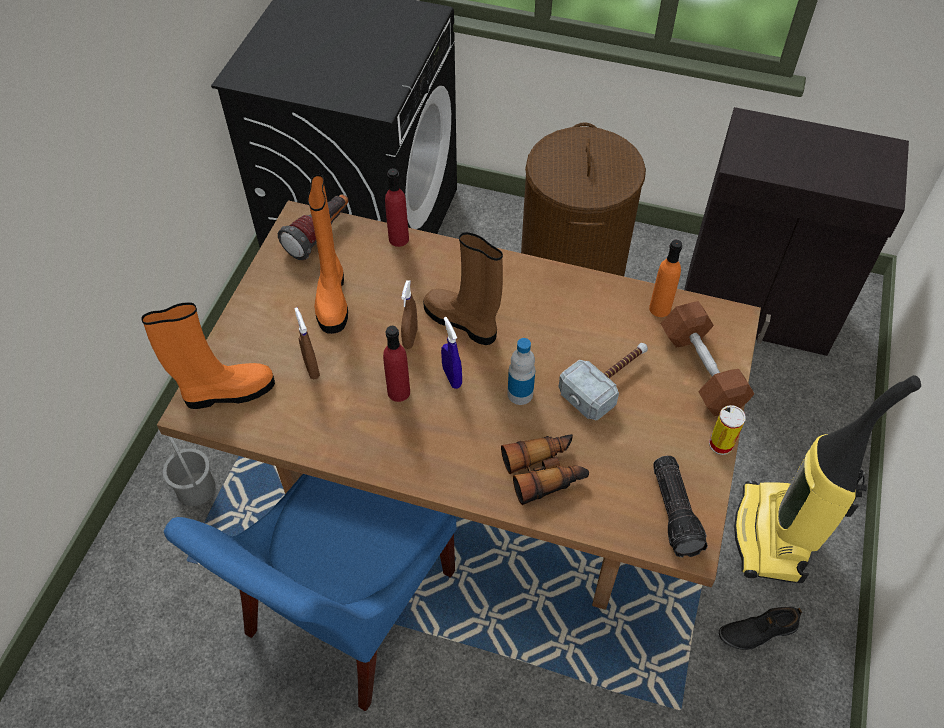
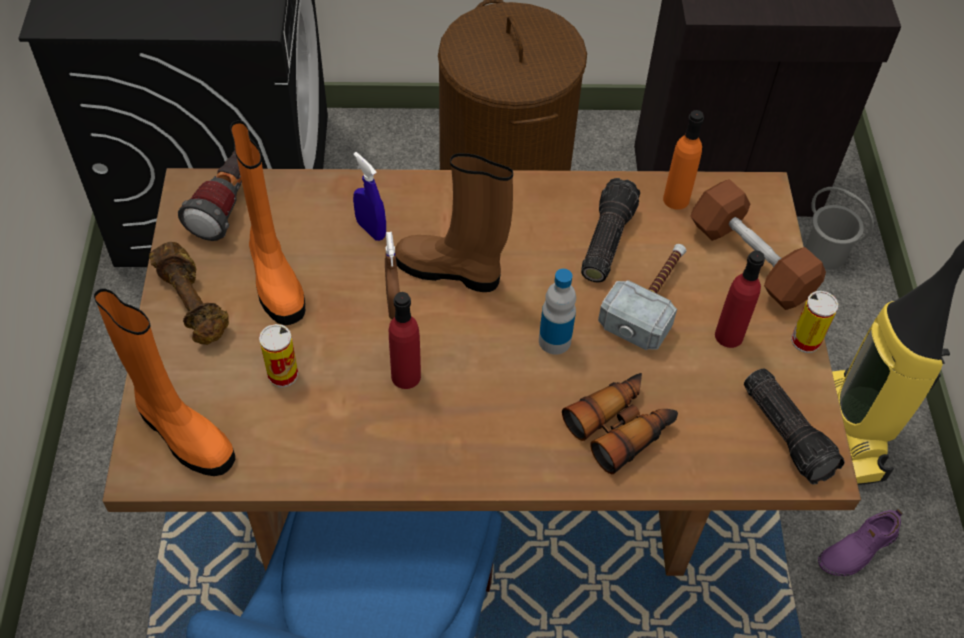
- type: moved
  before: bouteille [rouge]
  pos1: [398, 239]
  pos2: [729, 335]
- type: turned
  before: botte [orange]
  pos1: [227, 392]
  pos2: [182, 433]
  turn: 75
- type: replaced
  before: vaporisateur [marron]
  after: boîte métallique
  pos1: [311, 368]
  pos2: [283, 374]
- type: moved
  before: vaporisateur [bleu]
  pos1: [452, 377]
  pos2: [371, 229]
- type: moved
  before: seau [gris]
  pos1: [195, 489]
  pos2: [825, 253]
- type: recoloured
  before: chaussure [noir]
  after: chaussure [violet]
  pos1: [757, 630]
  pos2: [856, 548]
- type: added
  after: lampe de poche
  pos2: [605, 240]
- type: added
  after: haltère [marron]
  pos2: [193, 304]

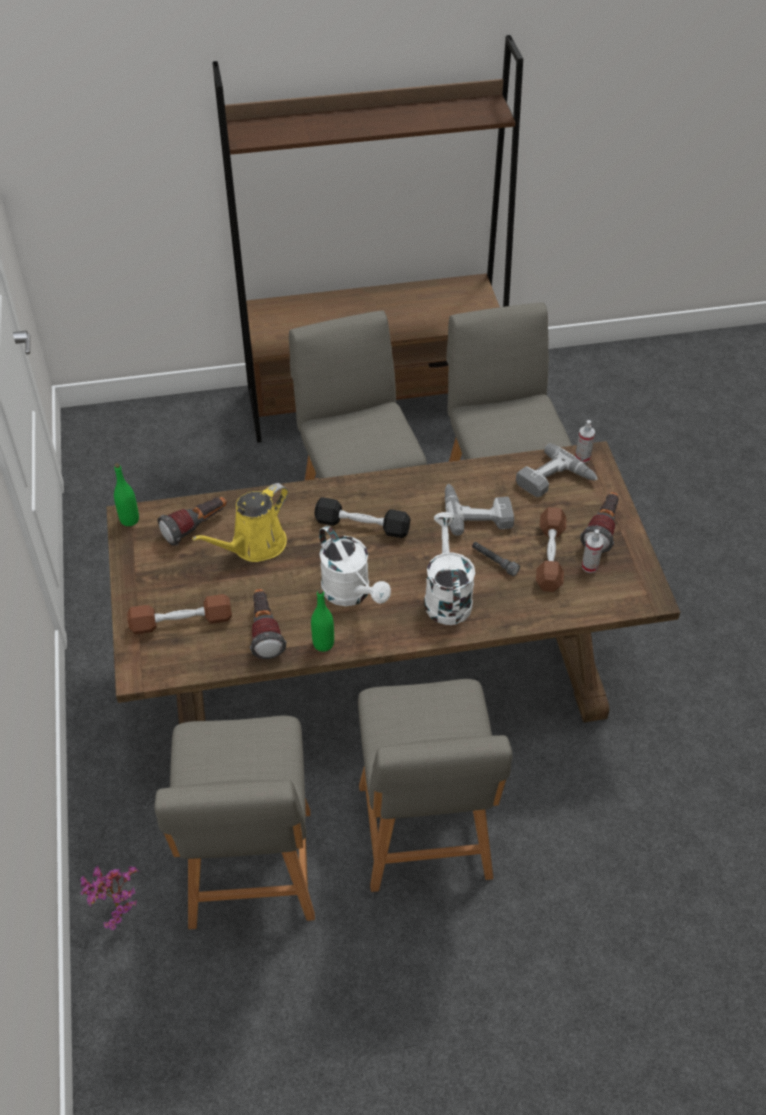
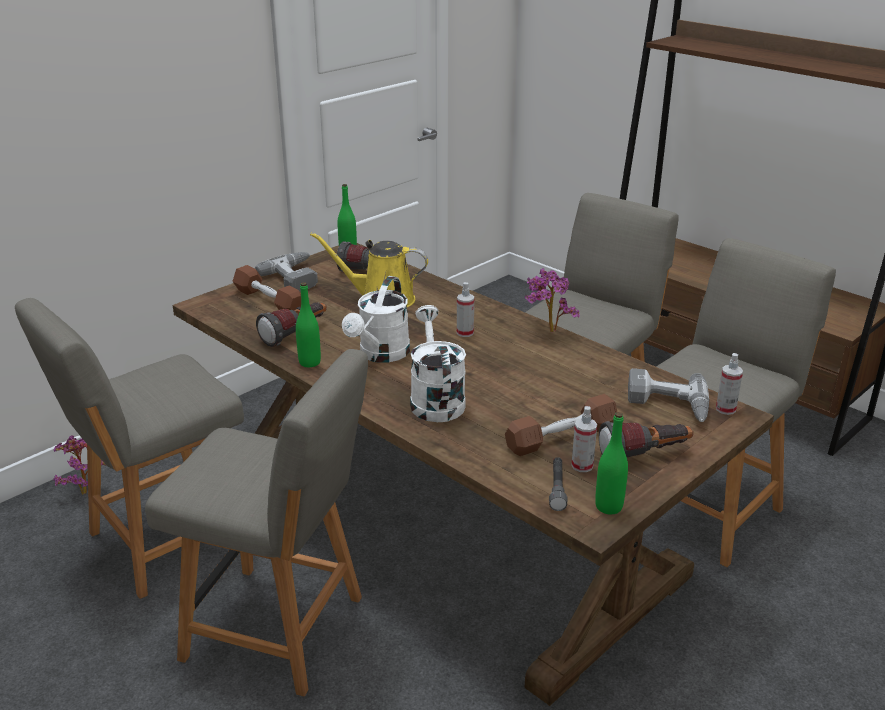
- type: moved
  before: perceuse
  pos1: [476, 512]
  pos2: [297, 277]
- type: replaced
  before: haltère [noir]
  after: vaporisateur
  pos1: [362, 525]
  pos2: [465, 333]
- type: turned
  before: arrosoir [blanc]
  pos1: [446, 596]
  pos2: [435, 399]
  turn: -60
- type: moved
  before: lampe de poche [gris]
  pos1: [494, 561]
  pos2: [557, 489]
- type: turned
  before: chaise [gris]
  pos1: [425, 837]
  pos2: [280, 629]
  turn: -120
- type: added
  after: plante en pot
  pos2: [547, 332]
- type: added
  after: bouteille [vert]
  pos2: [608, 506]

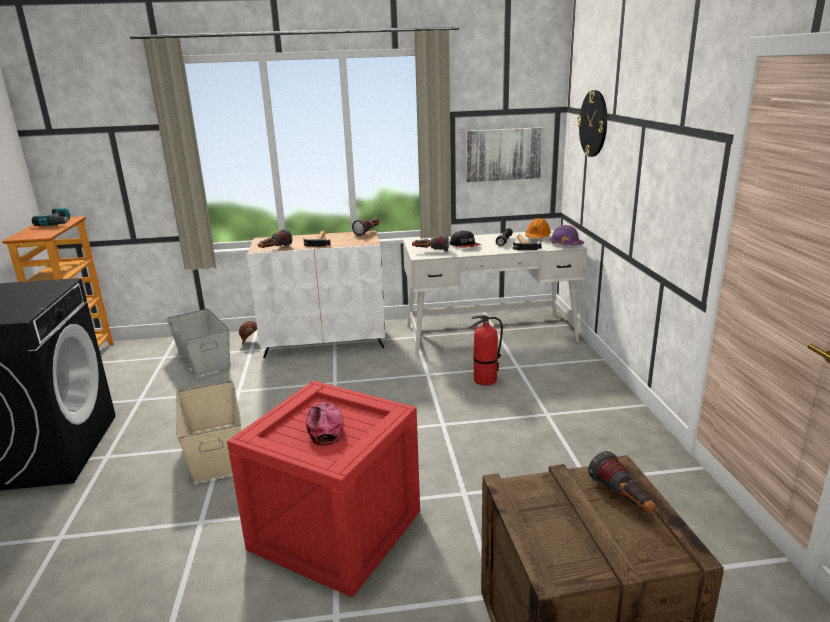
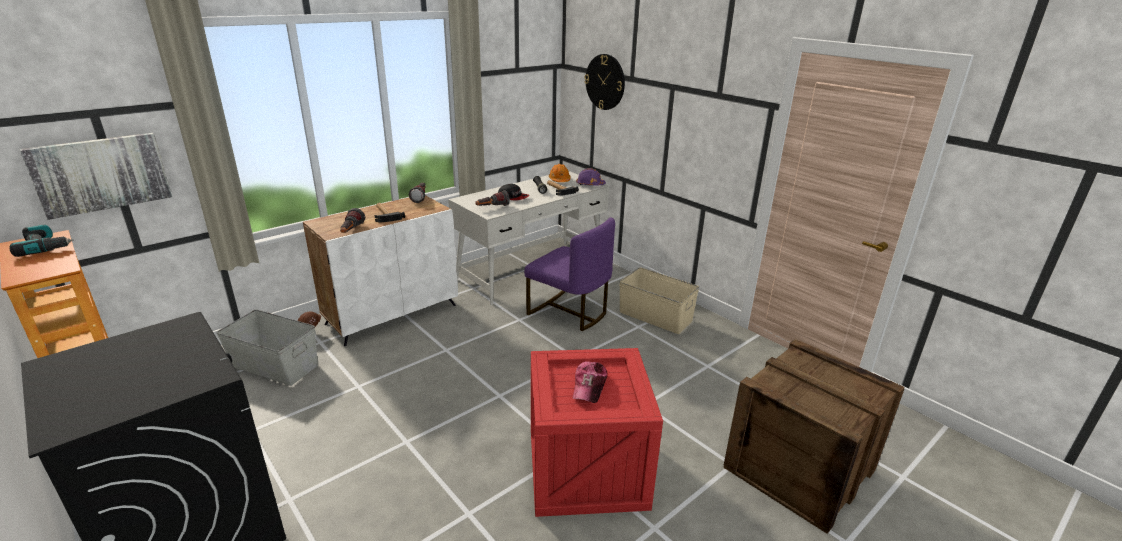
- type: moved
  before: tableau
  pos1: [503, 154]
  pos2: [101, 174]
- type: replaced
  before: extincteur
  after: chaise [violet]
  pos1: [485, 380]
  pos2: [569, 312]
- type: moved
  before: boîte de rangement [beige]
  pos1: [216, 450]
  pos2: [655, 316]
- type: turned
  before: casquette
  pos1: [325, 427]
  pos2: [589, 386]
  turn: -120
- type: removed
  before: lampe de poche
  pos1: [622, 499]

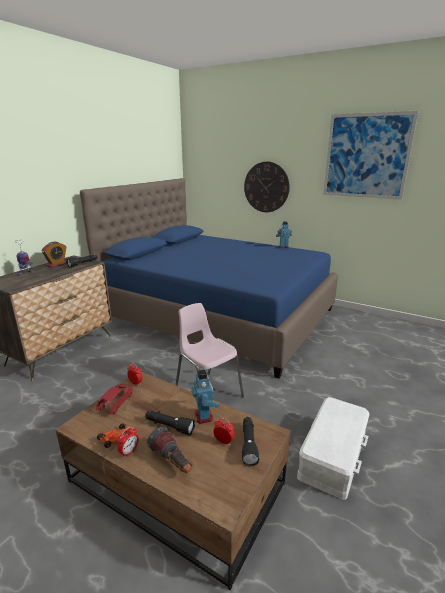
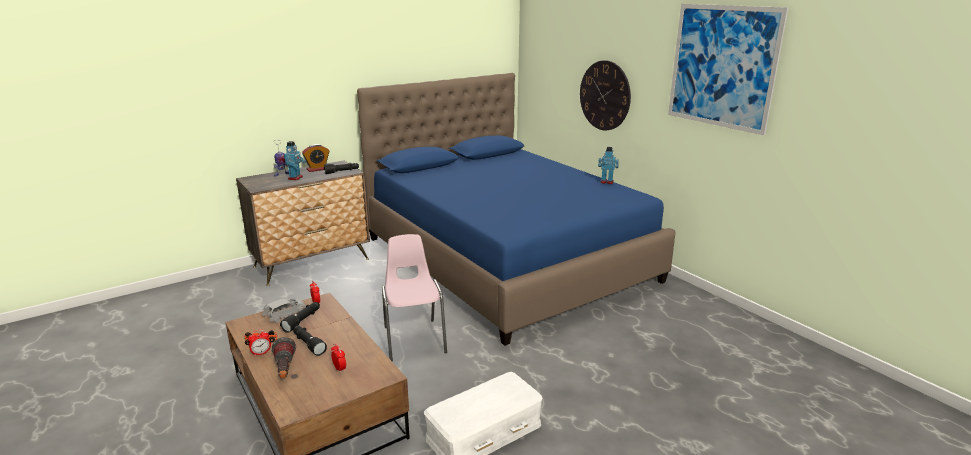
- type: moved
  before: robot jouet
  pos1: [204, 416]
  pos2: [296, 178]
- type: recoloured
  before: petite voiture [rouge]
  after: petite voiture [gris]
  pos1: [116, 403]
  pos2: [285, 315]
- type: moved
  before: lampe de poche [noir]
  pos1: [248, 444]
  pos2: [302, 321]

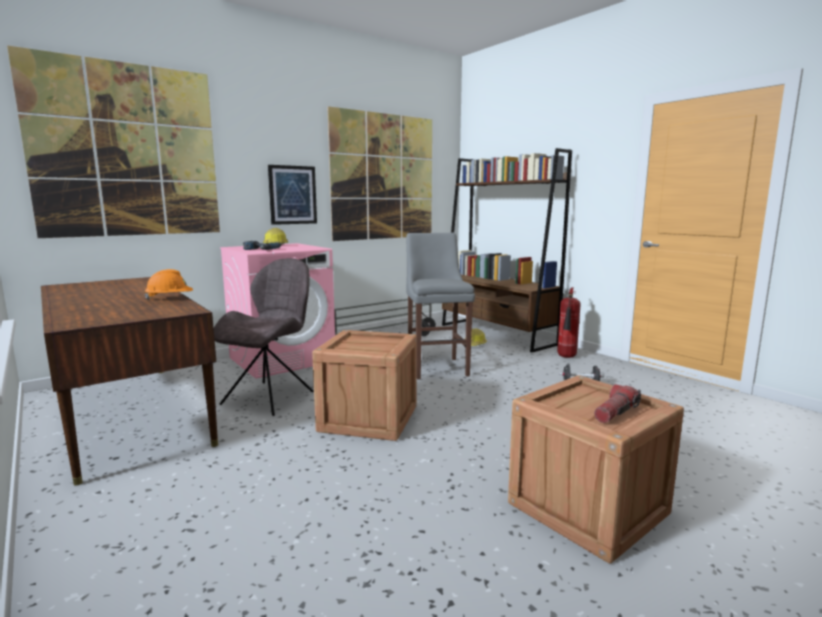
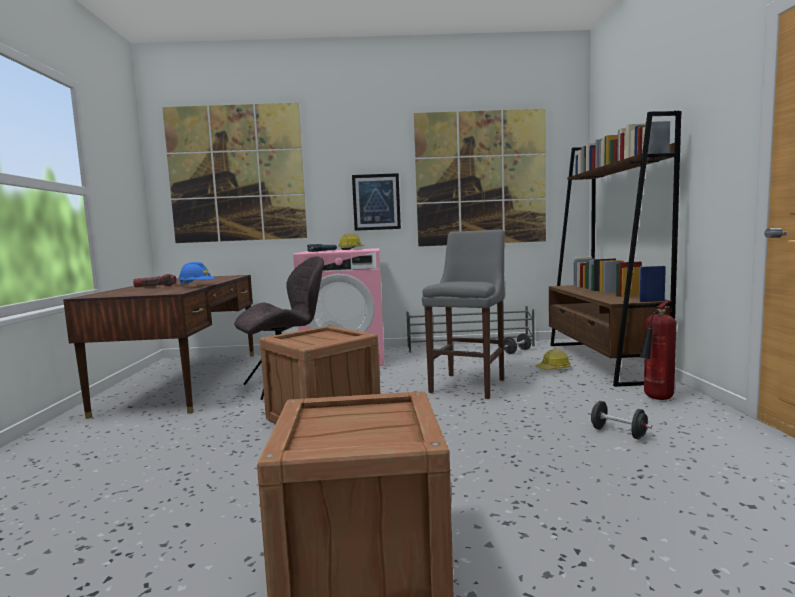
- type: recoloured
  before: casque de chantier [orange]
  after: casque de chantier [bleu]
  pos1: [170, 299]
  pos2: [197, 286]
- type: moved
  before: lampe de poche
  pos1: [615, 413]
  pos2: [155, 286]

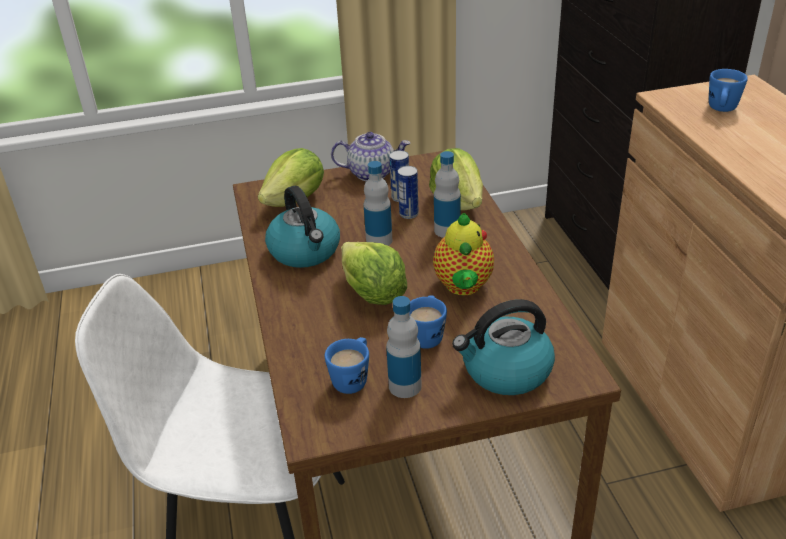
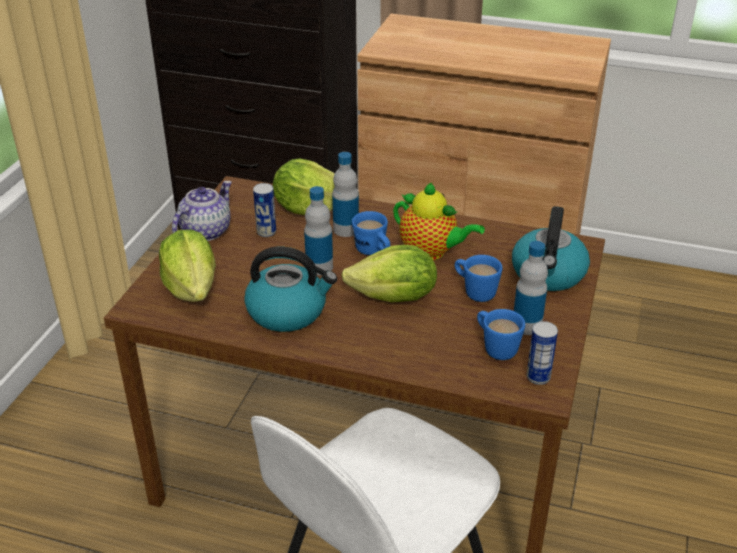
- type: moved
  before: mug [bleu]
  pos1: [721, 110]
  pos2: [373, 252]
- type: moved
  before: boîte métallique
  pos1: [408, 214]
  pos2: [538, 377]

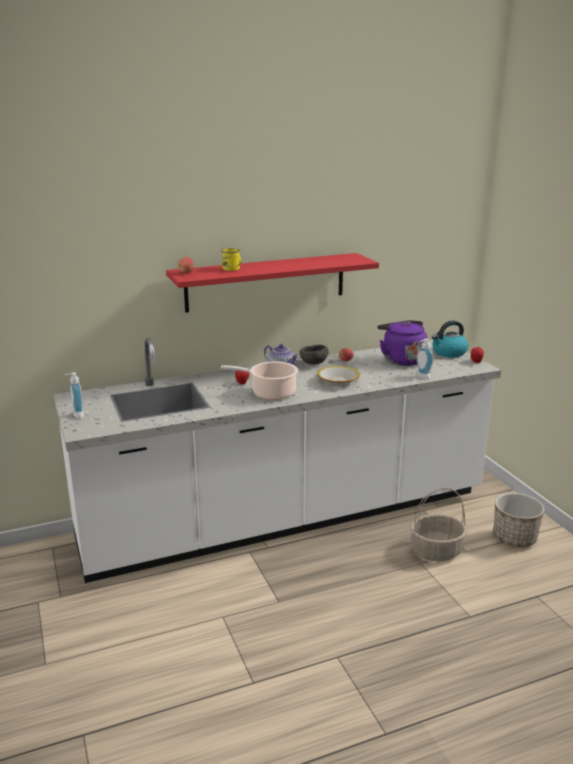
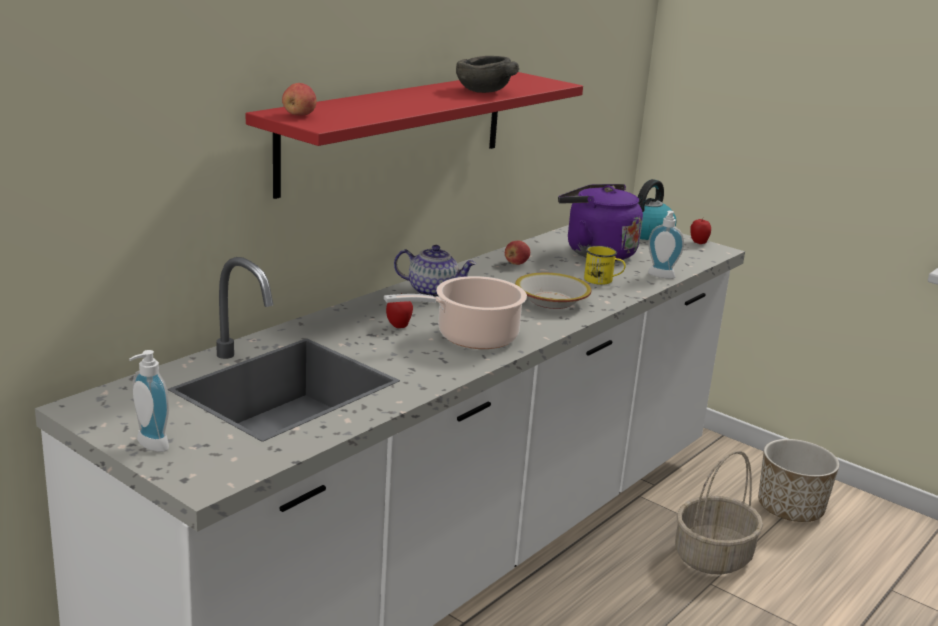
- type: moved
  before: mug [jaune]
  pos1: [233, 269]
  pos2: [603, 280]
- type: moved
  before: bol [gris]
  pos1: [313, 363]
  pos2: [483, 91]

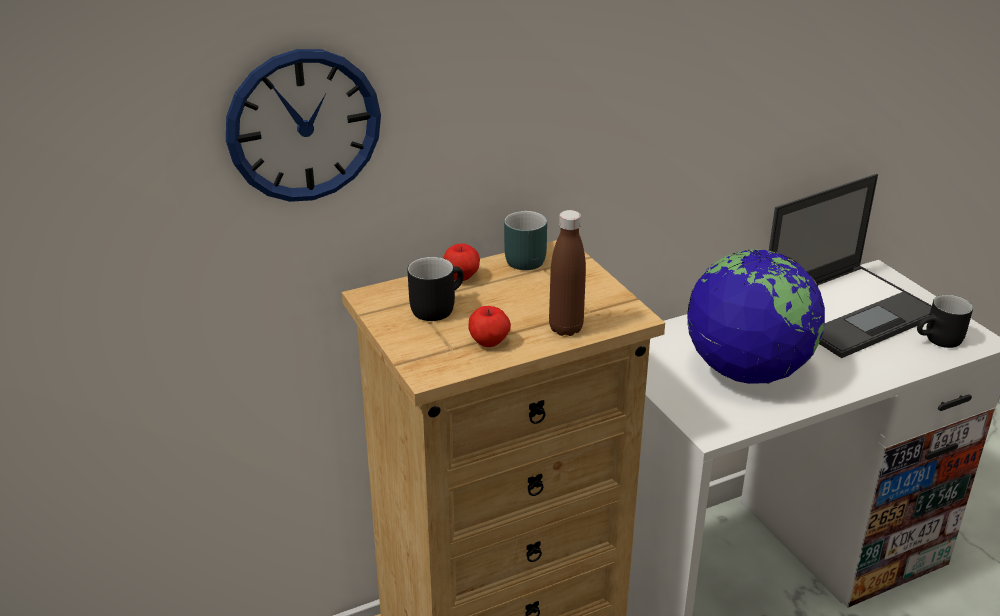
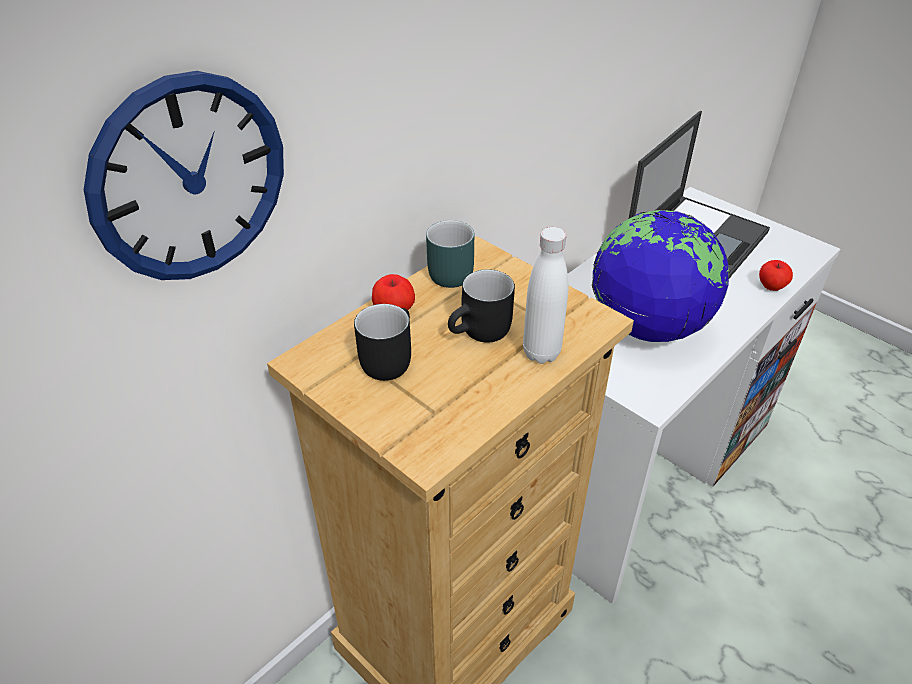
- type: recoloured
  before: bouteille [marron]
  after: bouteille [blanc]
  pos1: [565, 328]
  pos2: [541, 353]
- type: moved
  before: mug [noir]
  pos1: [940, 341]
  pos2: [482, 334]
- type: moved
  before: pomme
  pos1: [489, 342]
  pos2: [771, 286]

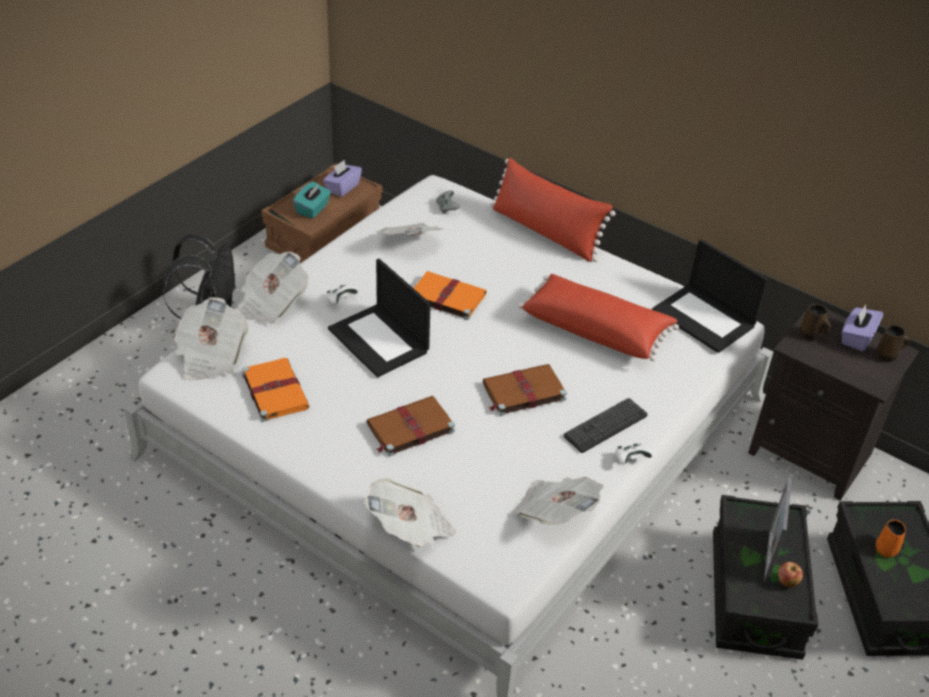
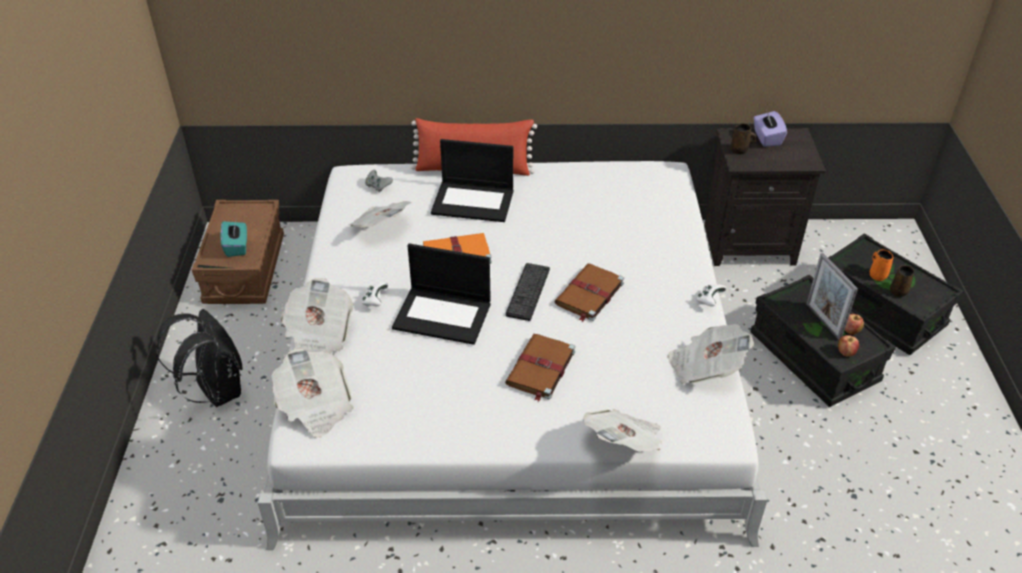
- type: removed
  before: boîte à mouchoirs [violet]
  pos1: [342, 188]
- type: moved
  before: ordinateur portable
  pos1: [705, 318]
  pos2: [474, 201]
- type: removed
  before: coussin [rouge]
  pos1: [596, 329]
- type: moved
  before: mug [marron]
  pos1: [887, 356]
  pos2: [899, 291]
- type: removed
  before: livre [orange]
  pos1: [274, 390]
- type: moved
  before: clavier
  pos1: [605, 426]
  pos2: [528, 292]
- type: added
  after: pomme
  pos2: [845, 353]

